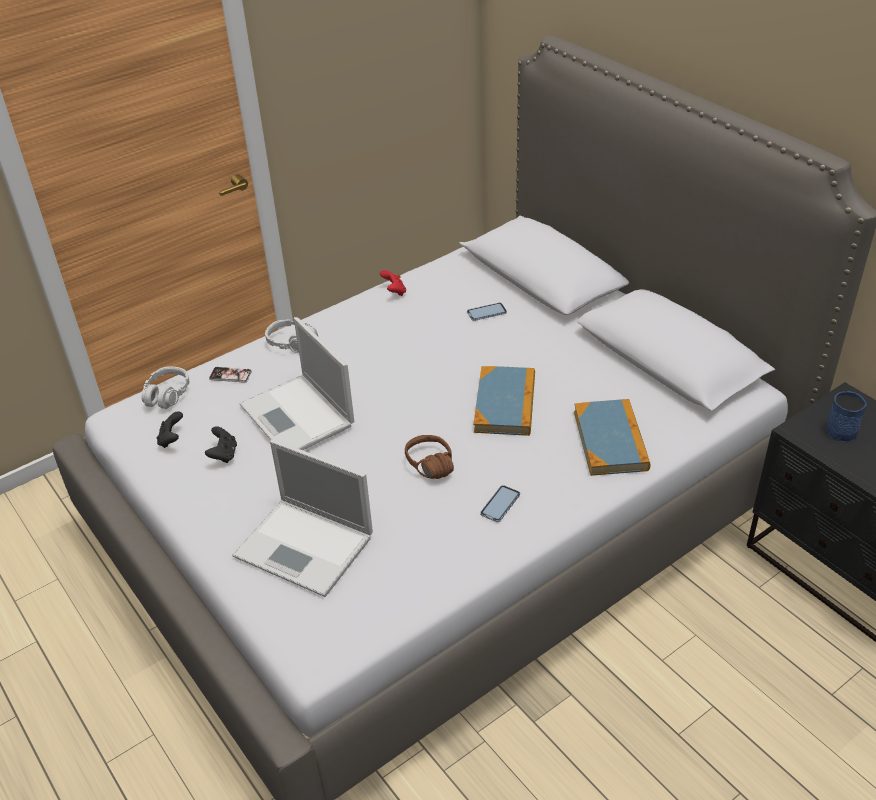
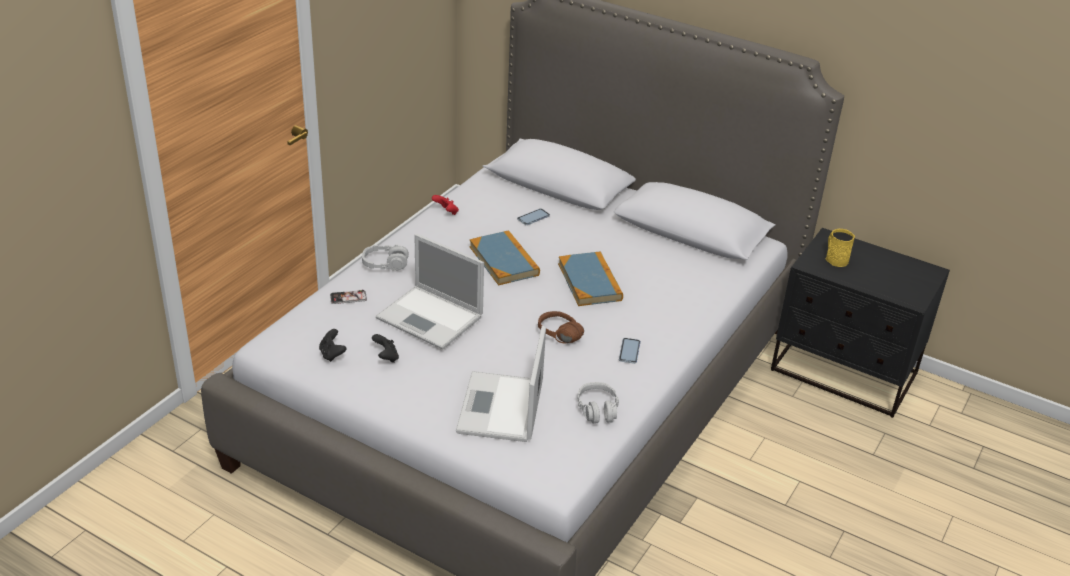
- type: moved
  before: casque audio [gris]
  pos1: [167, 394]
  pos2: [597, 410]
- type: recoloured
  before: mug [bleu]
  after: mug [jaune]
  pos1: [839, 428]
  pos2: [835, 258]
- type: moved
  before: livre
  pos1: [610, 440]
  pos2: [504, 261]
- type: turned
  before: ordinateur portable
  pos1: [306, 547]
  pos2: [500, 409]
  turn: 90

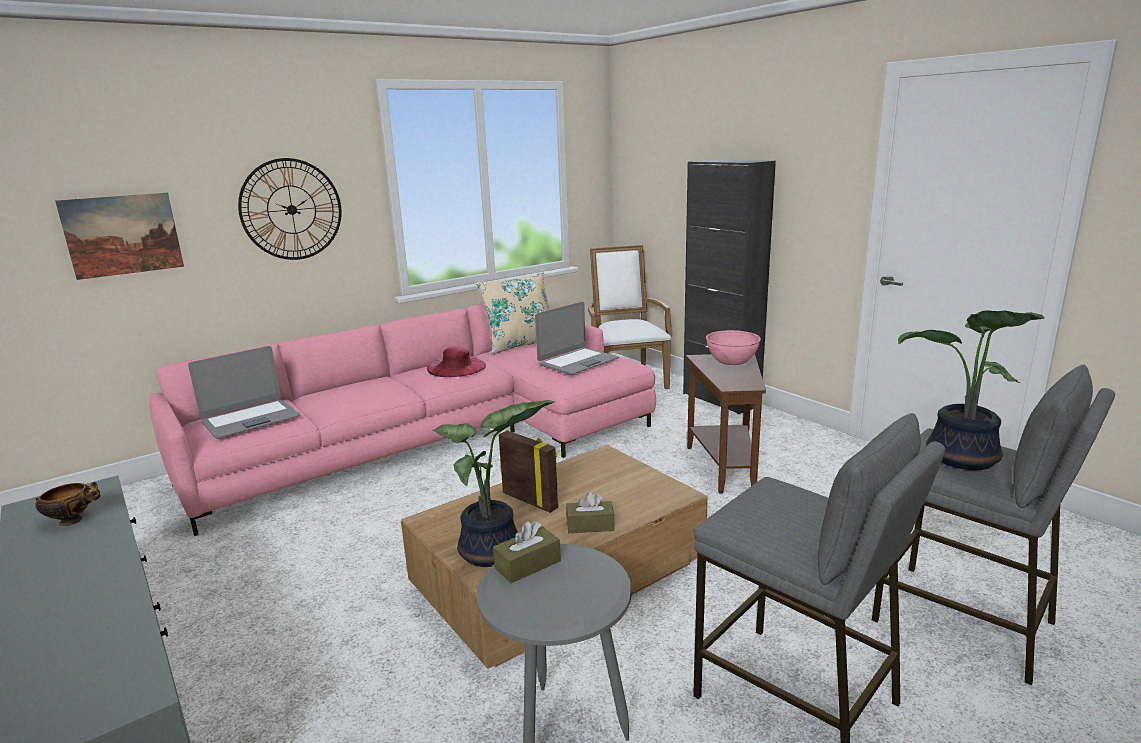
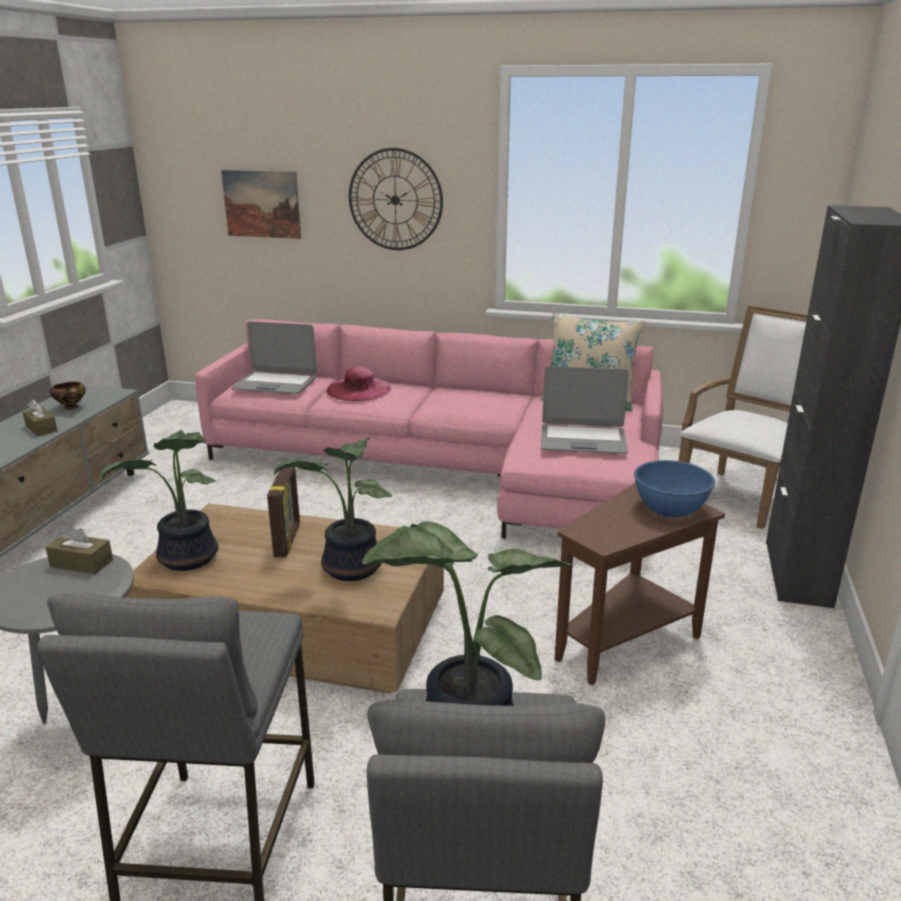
- type: recoloured
  before: bol [rose]
  after: bol [bleu]
  pos1: [732, 360]
  pos2: [670, 508]
- type: moved
  before: chapeau [rose]
  pos1: [456, 367]
  pos2: [359, 389]
- type: moved
  before: boîte à mouchoirs [marron]
  pos1: [590, 525]
  pos2: [41, 428]
- type: added
  after: plante en pot
  pos2: [349, 569]

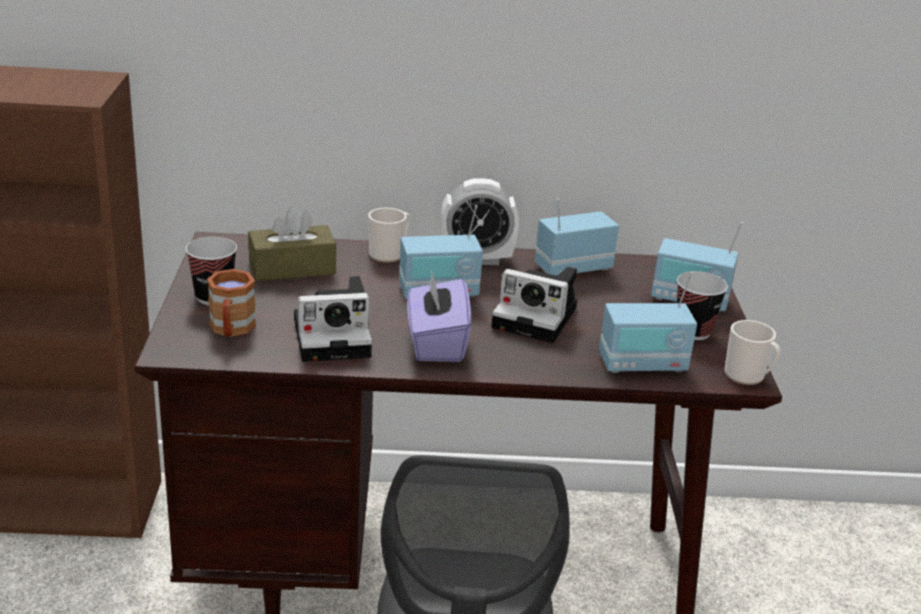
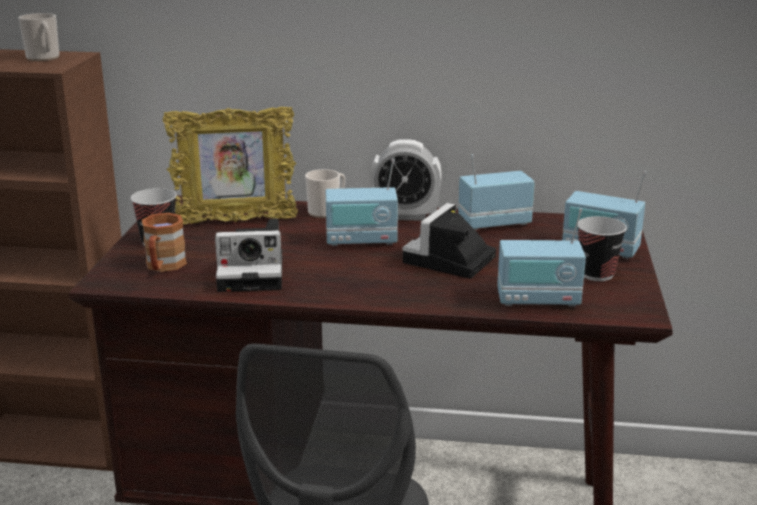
- type: replaced
  before: boîte à mouchoirs [marron]
  after: cadre photo
  pos1: [292, 268]
  pos2: [235, 221]
- type: turned
  before: appareil photo
  pos1: [538, 317]
  pos2: [449, 261]
  turn: 90
- type: removed
  before: boîte à mouchoirs [violet]
  pos1: [436, 343]
- type: moved
  before: mug
  pos1: [748, 376]
  pos2: [44, 58]

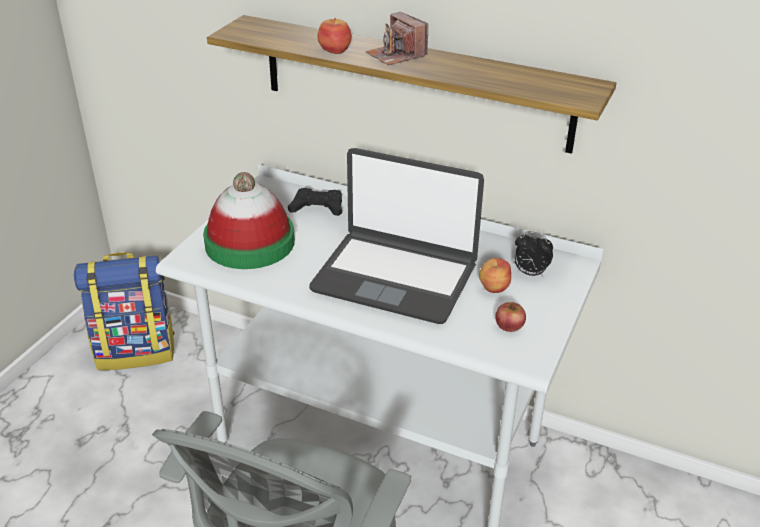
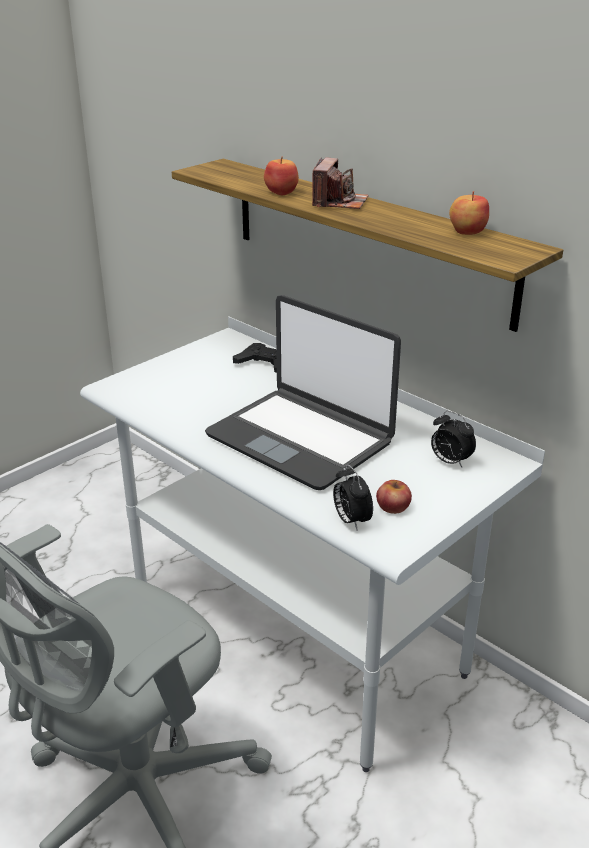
- type: turned
  before: appareil photo
  pos1: [396, 55]
  pos2: [339, 202]
  turn: -150
- type: removed
  before: chapeau
  pos1: [250, 242]
- type: removed
  before: sac à dos
  pos1: [136, 351]
- type: moved
  before: pomme
  pos1: [493, 287]
  pos2: [467, 232]
- type: added
  after: réveil
  pos2: [351, 520]

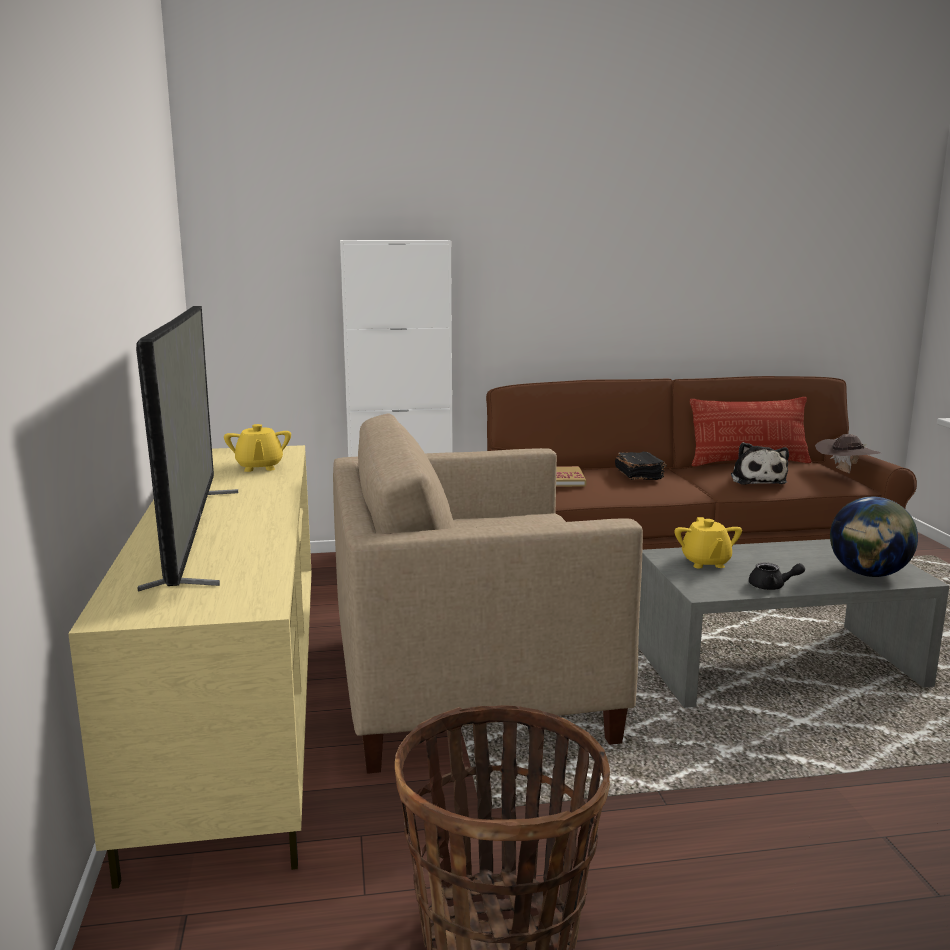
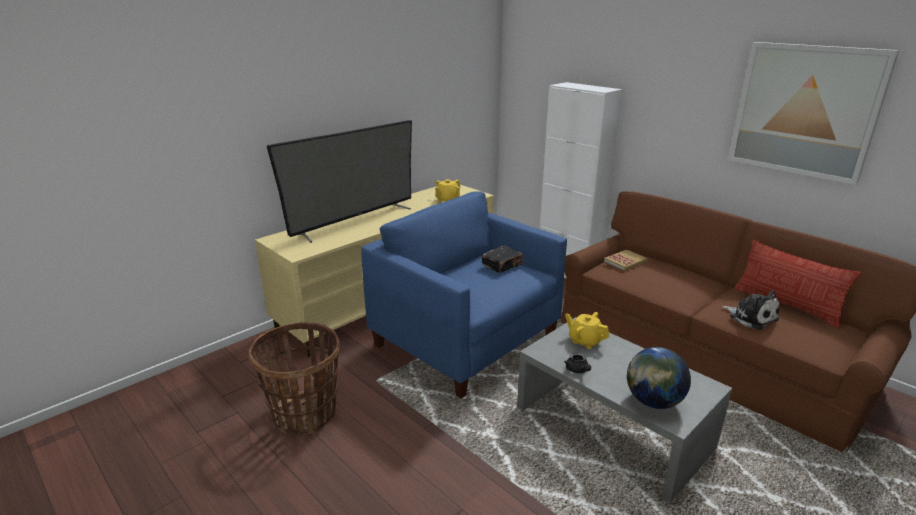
- type: recoloured
  before: fauteuil [beige]
  after: fauteuil [bleu]
  pos1: [471, 686]
  pos2: [466, 341]
- type: removed
  before: chapeau [marron]
  pos1: [844, 474]
- type: turned
  before: peluche
  pos1: [757, 479]
  pos2: [751, 317]
  turn: -90
- type: moved
  before: livre [noir]
  pos1: [639, 475]
  pos2: [502, 265]
- type: turned
  before: théière [jaune]
  pos1: [705, 562]
  pos2: [585, 341]
  turn: 75
- type: added
  after: tableau
  pos2: [805, 110]

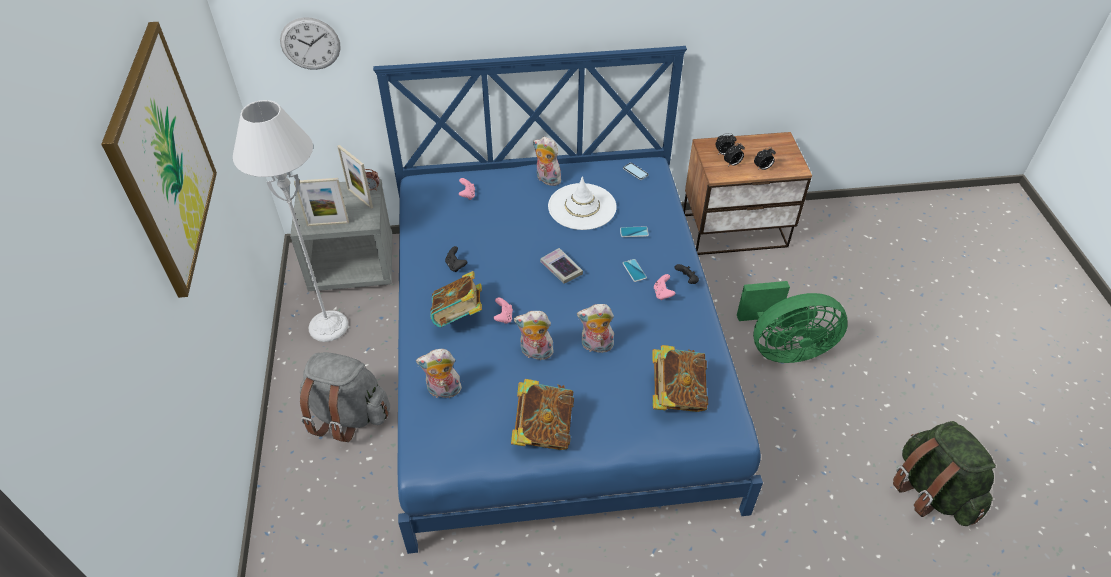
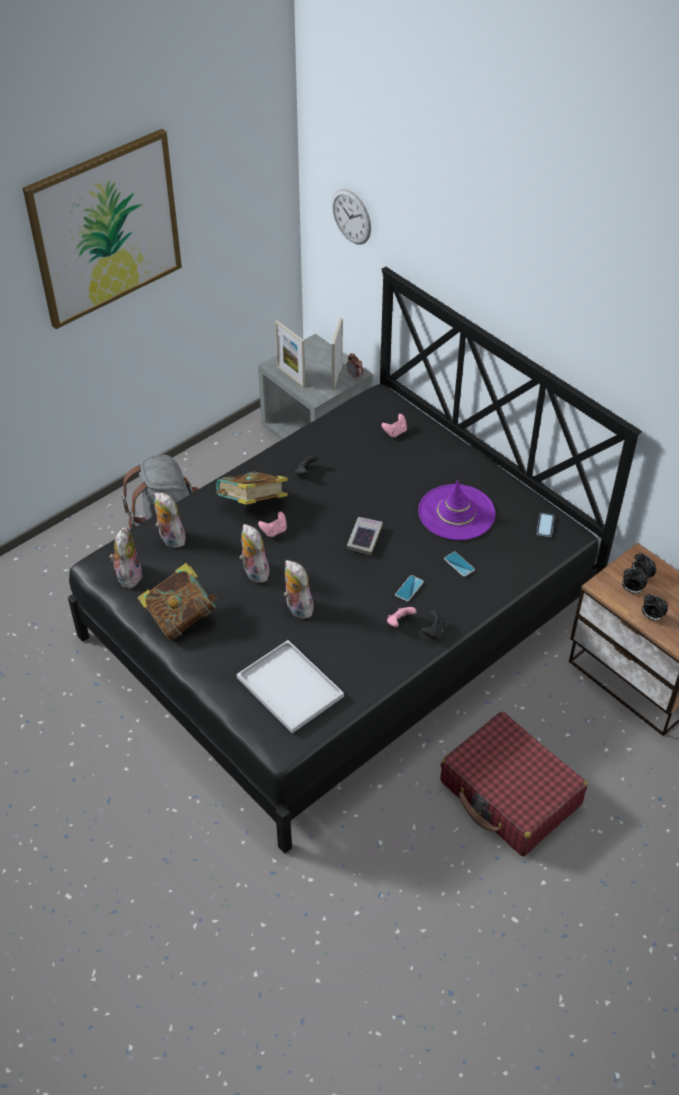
- type: recoloured
  before: lit [bleu]
  after: lit [noir]
  pos1: [554, 357]
  pos2: [339, 621]
- type: removed
  before: lampadaire [gris]
  pos1: [328, 326]
- type: moved
  before: peluche
  pos1: [546, 179]
  pos2: [128, 575]
- type: recoloured
  before: chapeau [blanc]
  after: chapeau [violet]
  pos1: [582, 207]
  pos2: [456, 513]
- type: replaced
  before: ventilateur [vert]
  after: valise [rouge]
  pos1: [783, 348]
  pos2: [510, 794]
- type: replaced
  before: livre
  after: plateau [blanc]
  pos1: [676, 394]
  pos2: [288, 686]
- type: removed
  before: sac à dos [vert]
  pos1: [932, 491]

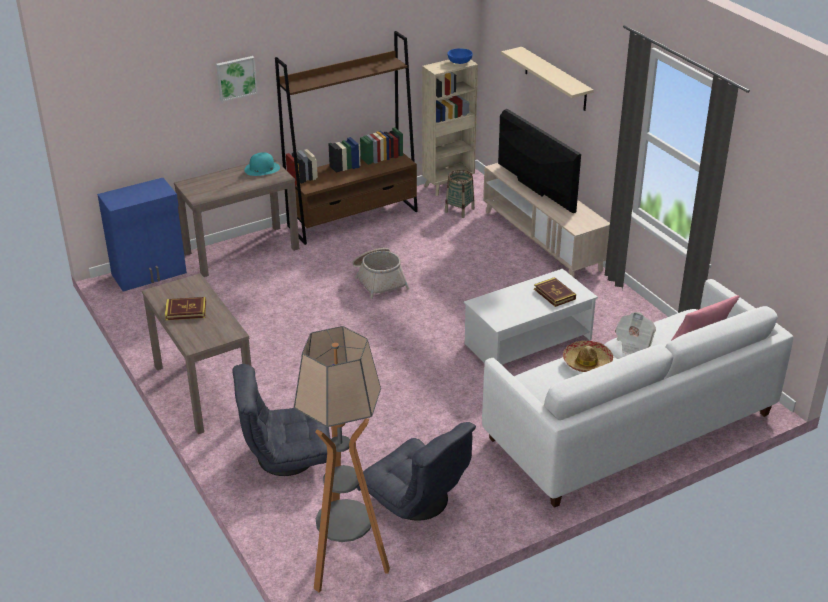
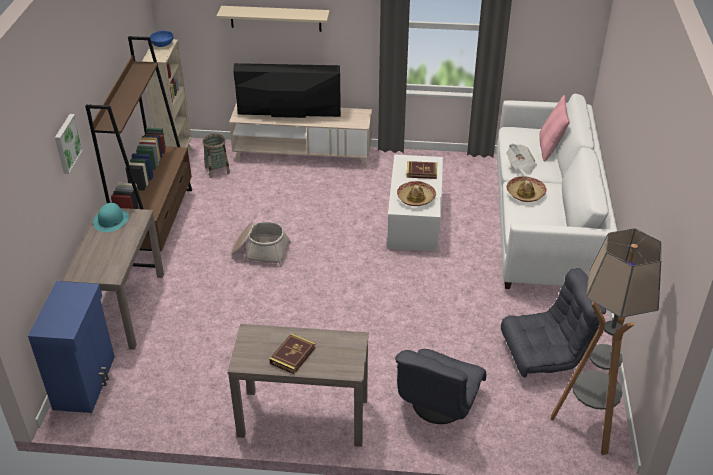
- type: added
  after: chapeau
  pos2: [416, 198]

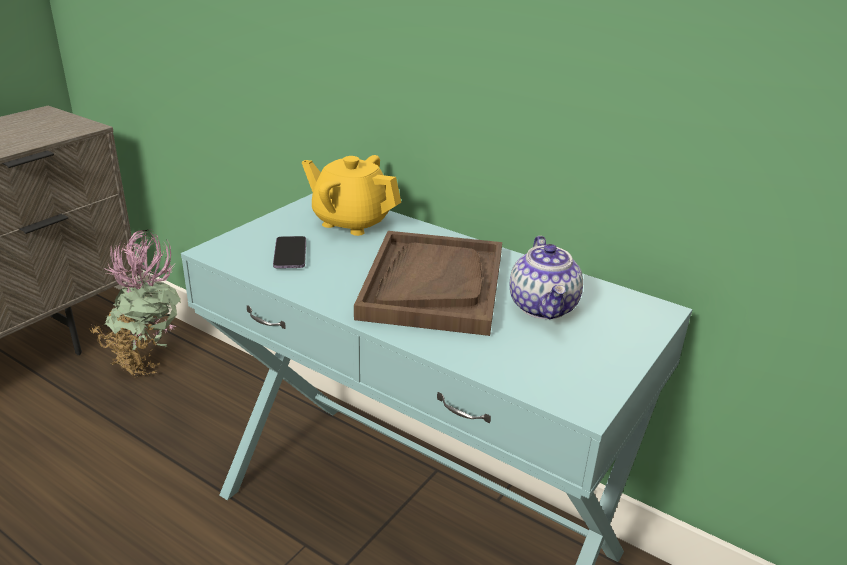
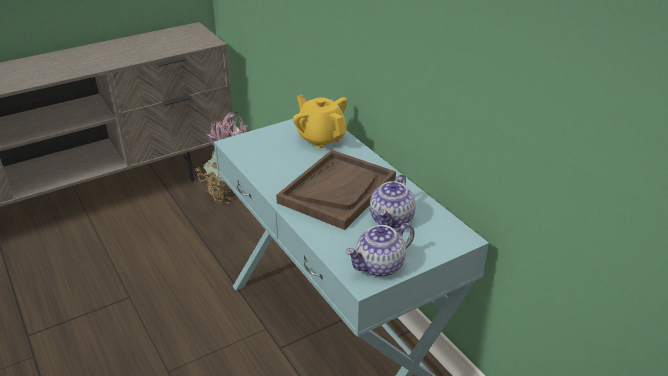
- type: removed
  before: téléphone
  pos1: [290, 254]
- type: added
  after: théière
  pos2: [379, 266]

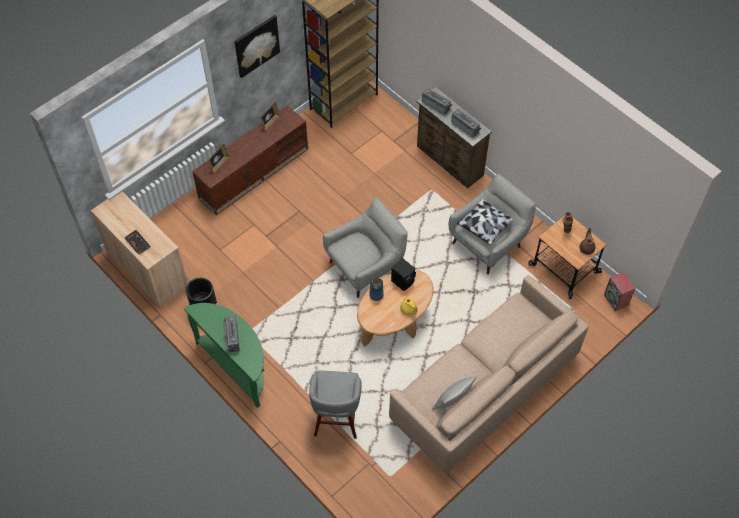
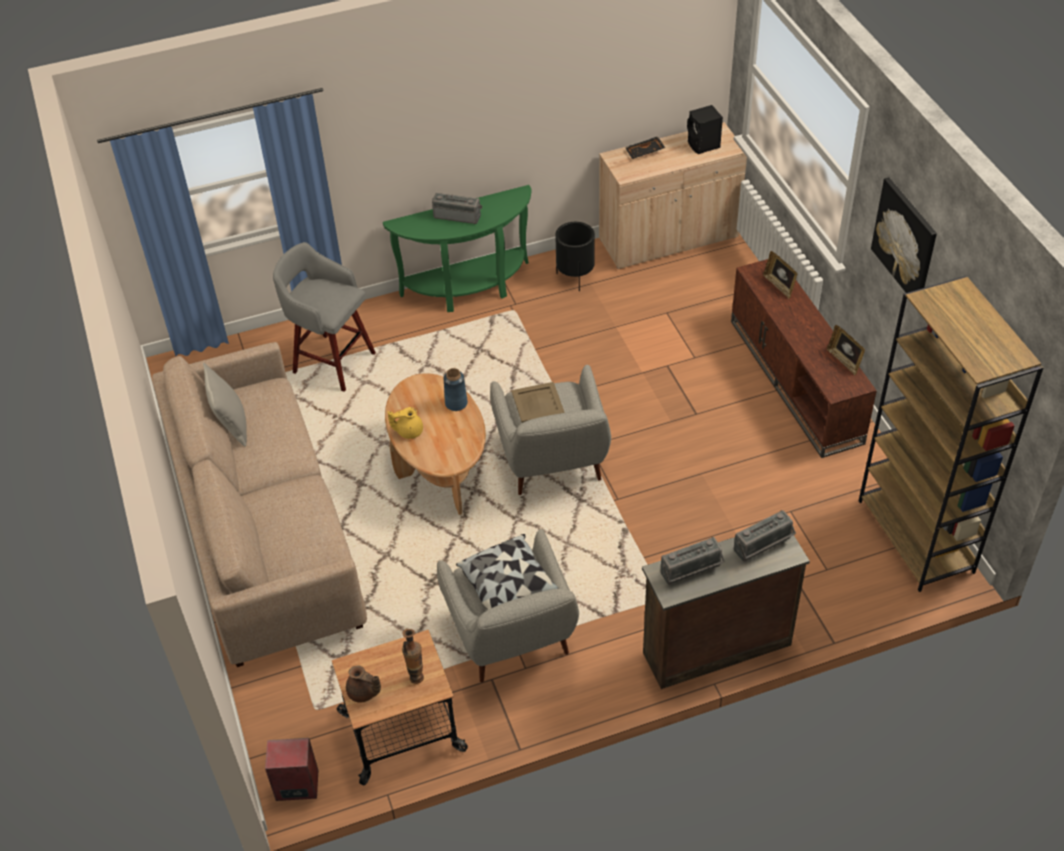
- type: moved
  before: enceinte [noir]
  pos1: [403, 281]
  pos2: [704, 145]
- type: added
  after: plateau [beige]
  pos2: [537, 403]

